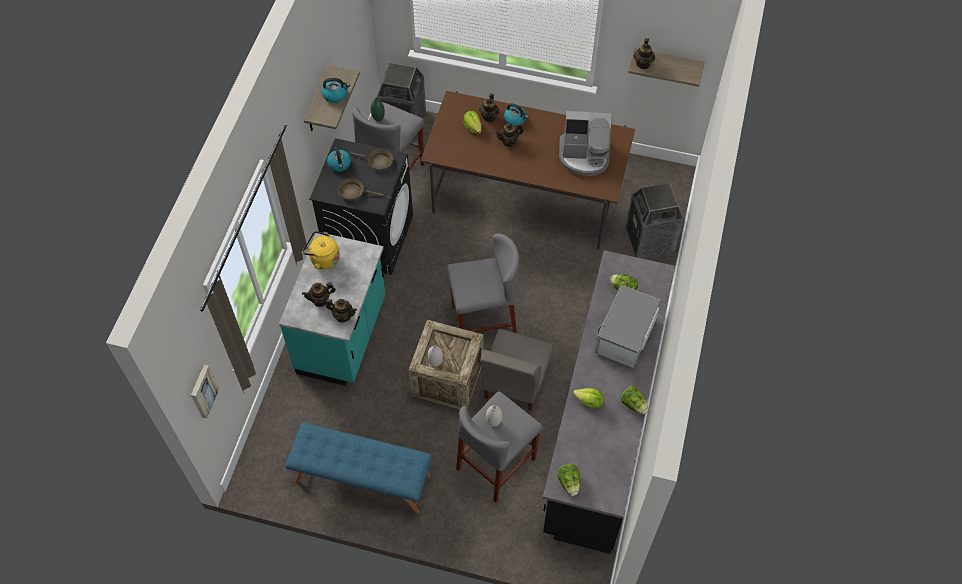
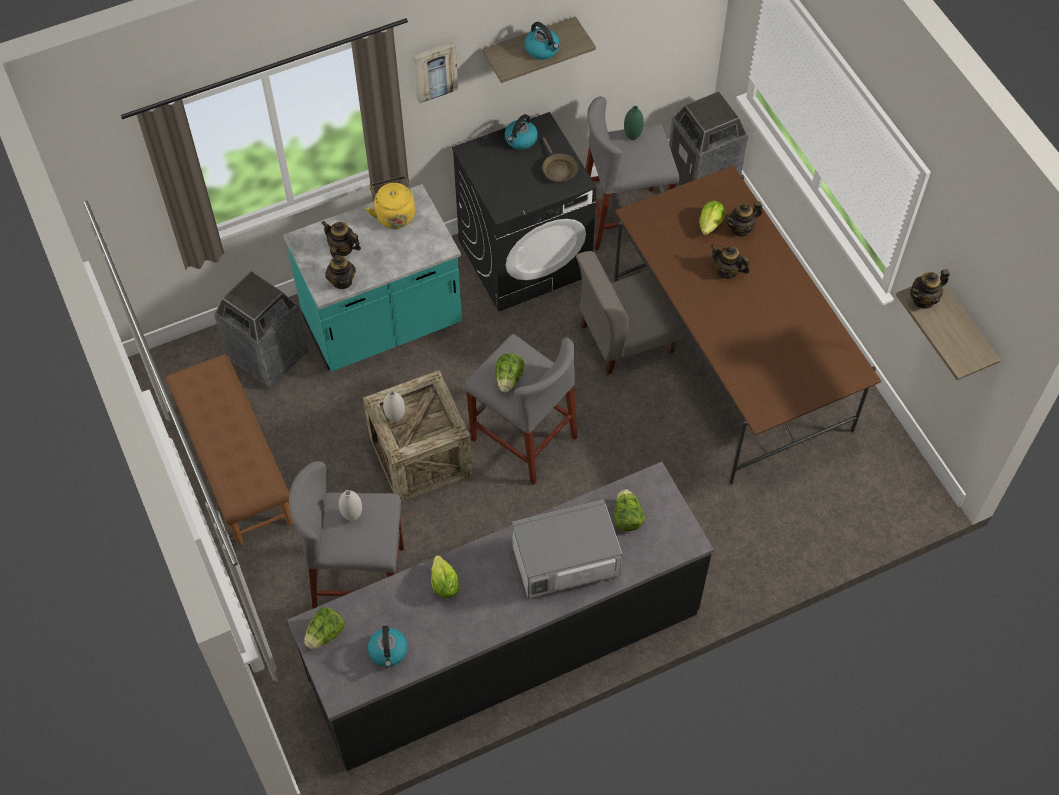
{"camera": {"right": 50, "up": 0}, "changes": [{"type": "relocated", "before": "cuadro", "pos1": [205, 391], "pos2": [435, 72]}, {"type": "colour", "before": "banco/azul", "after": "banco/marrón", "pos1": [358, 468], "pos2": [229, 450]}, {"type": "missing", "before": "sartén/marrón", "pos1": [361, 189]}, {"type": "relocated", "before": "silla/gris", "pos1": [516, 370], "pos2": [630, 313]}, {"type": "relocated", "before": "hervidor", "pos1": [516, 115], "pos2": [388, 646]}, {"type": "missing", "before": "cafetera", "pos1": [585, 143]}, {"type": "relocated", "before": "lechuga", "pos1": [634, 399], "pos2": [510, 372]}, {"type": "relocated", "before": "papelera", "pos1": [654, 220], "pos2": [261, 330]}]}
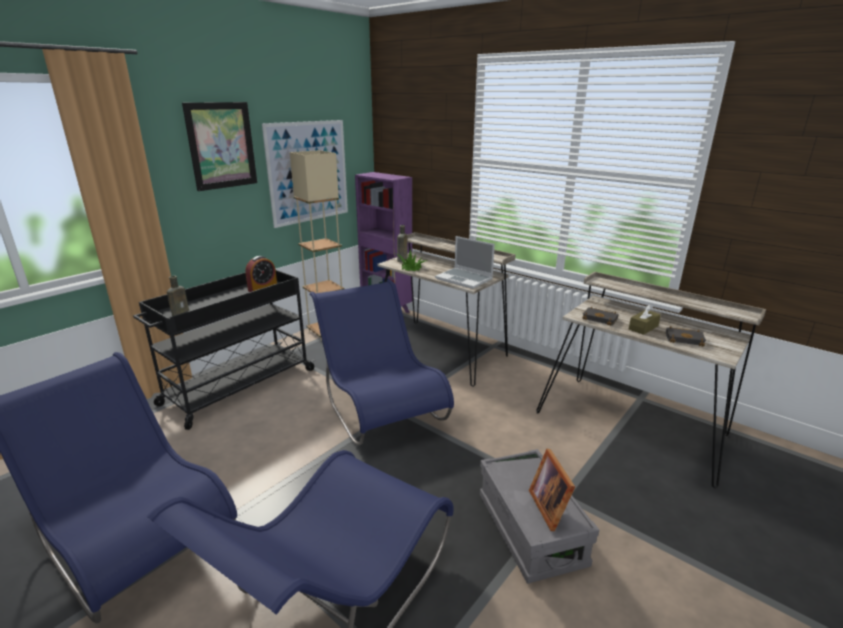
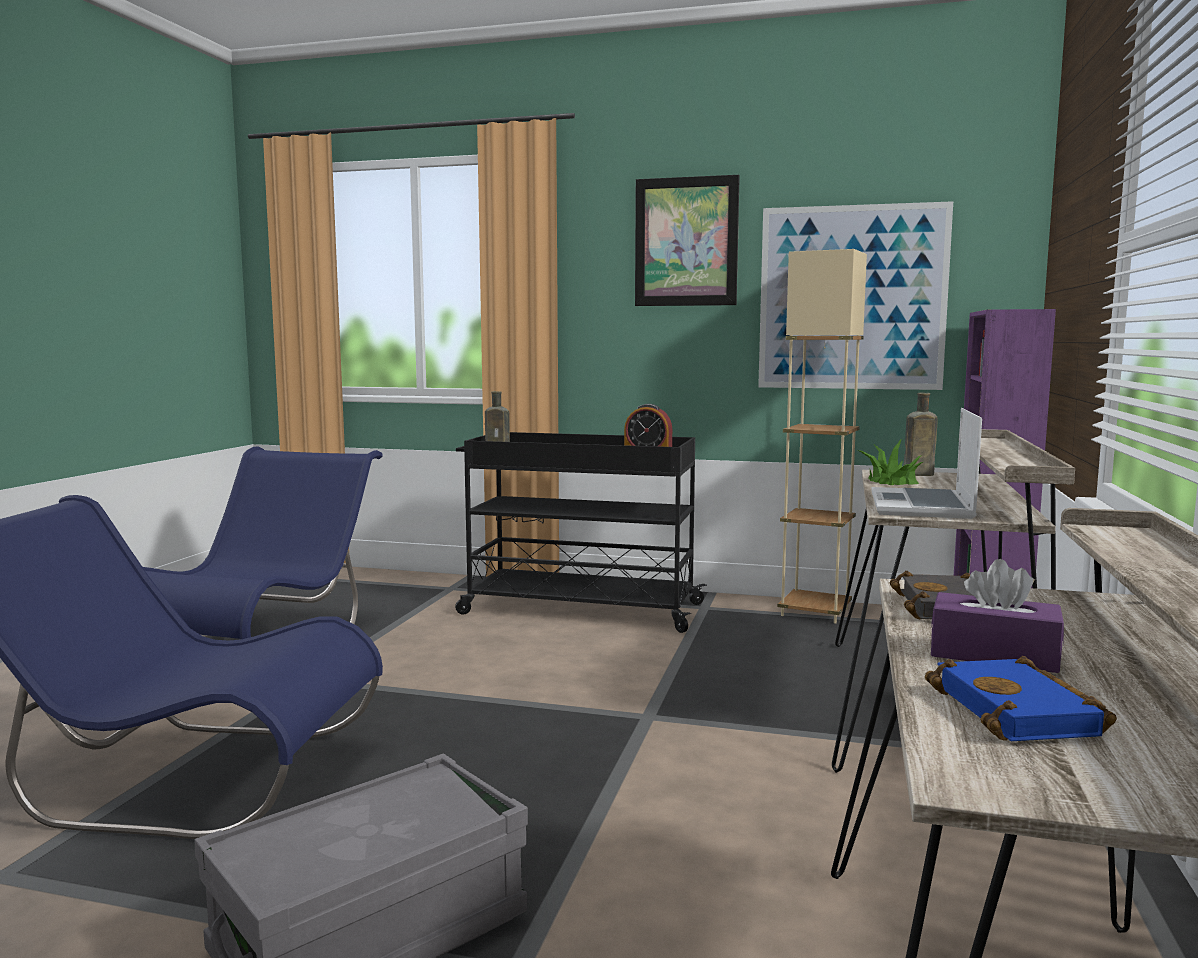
{"camera": {"right": 65, "up": -15}, "changes": [{"type": "missing", "before": "silla/azul", "pos1": [382, 362]}, {"type": "missing", "before": "portarretratos", "pos1": [552, 490]}, {"type": "colour", "before": "caja de pañuelos/marrón", "after": "caja de pañuelos/morado", "pos1": [645, 319], "pos2": [997, 616]}, {"type": "colour", "before": "libro/negro", "after": "libro/azul", "pos1": [686, 336], "pos2": [1021, 698]}]}
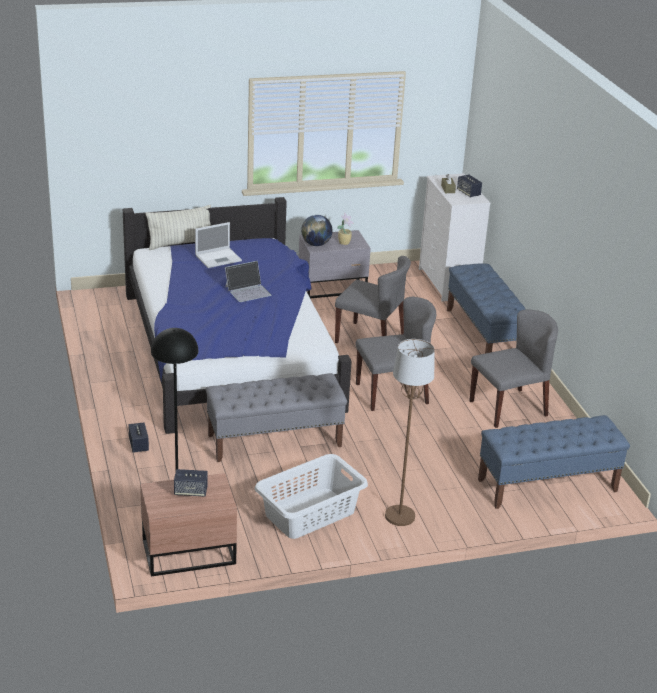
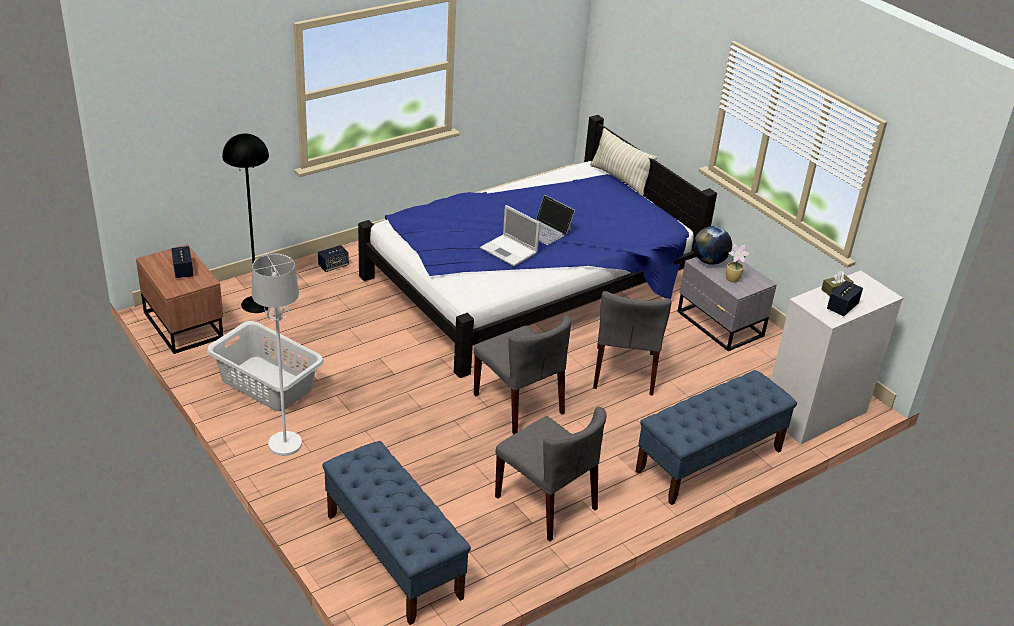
{"camera": {"right": 70, "up": 5}, "changes": [{"type": "relocated", "before": "portátil", "pos1": [218, 245], "pos2": [510, 235]}, {"type": "missing", "before": "banco/gris", "pos1": [276, 417]}, {"type": "colour", "before": "lámpara de pie/marrón", "after": "lámpara de pie/blanco", "pos1": [410, 432], "pos2": [277, 355]}]}
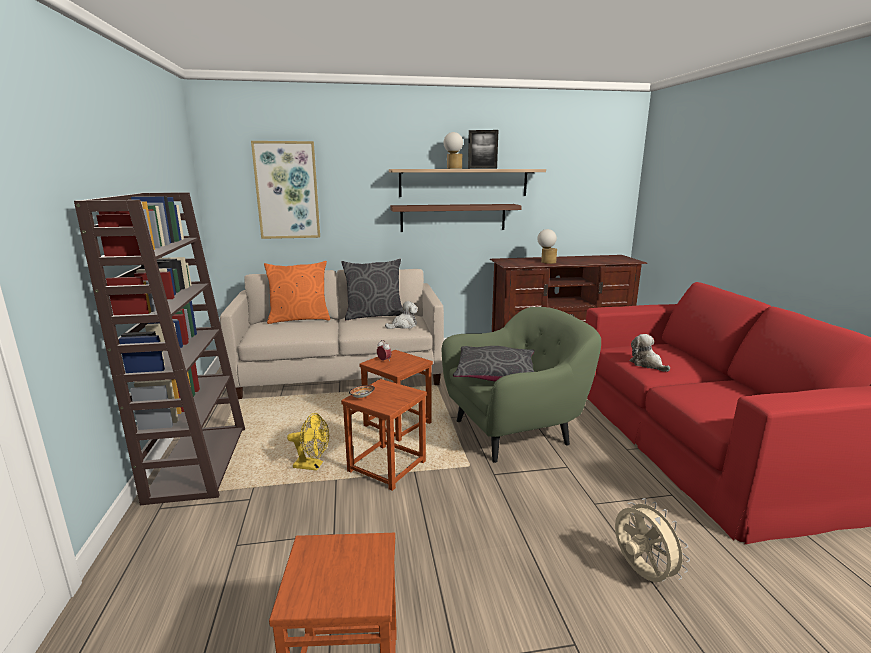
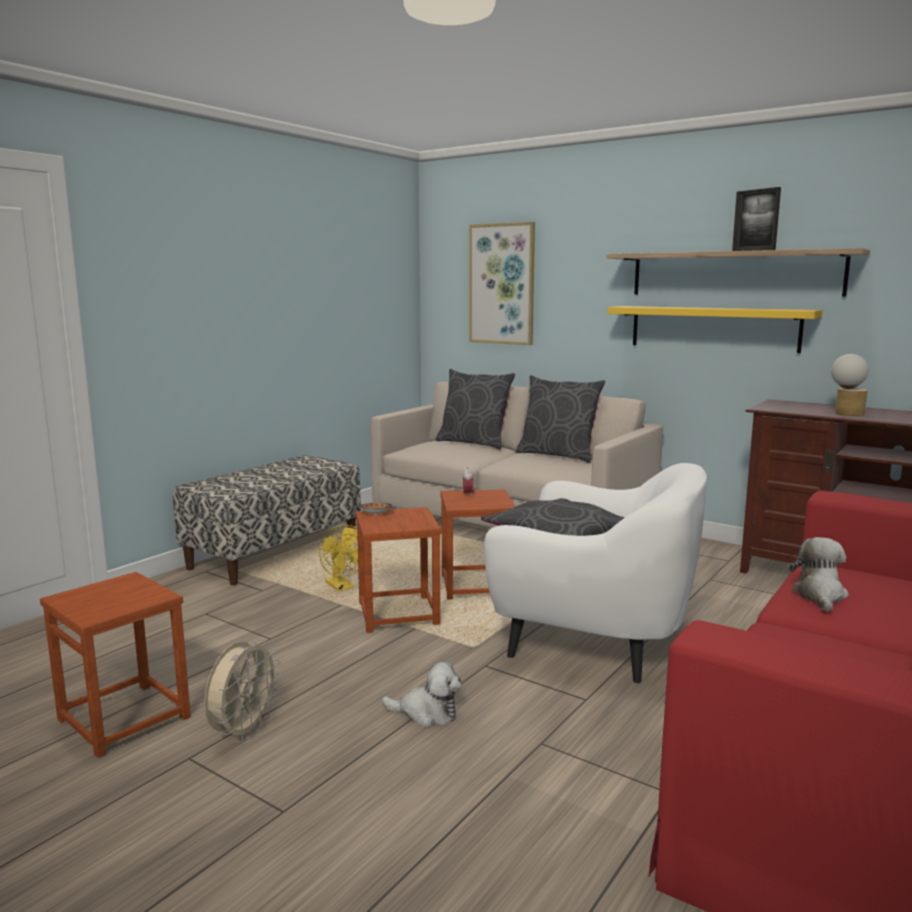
{"camera": {"right": 45, "up": -5}, "changes": [{"type": "exchanged", "before": "estantería/marrón", "after": "banco", "pos1": [159, 348], "pos2": [267, 520]}, {"type": "colour", "before": "cojín/naranja", "after": "cojín/gris", "pos1": [297, 292], "pos2": [475, 409]}, {"type": "relocated", "before": "peluche", "pos1": [401, 315], "pos2": [421, 694]}, {"type": "colour", "before": "estante/marrón", "after": "estante/amarillo", "pos1": [456, 218], "pos2": [715, 329]}, {"type": "colour", "before": "sillón/verde", "after": "sillón/blanco", "pos1": [521, 385], "pos2": [595, 573]}, {"type": "missing", "before": "lámpara de mesa", "pos1": [453, 150]}, {"type": "relocated", "before": "ventilador/beis", "pos1": [652, 540], "pos2": [242, 690]}]}
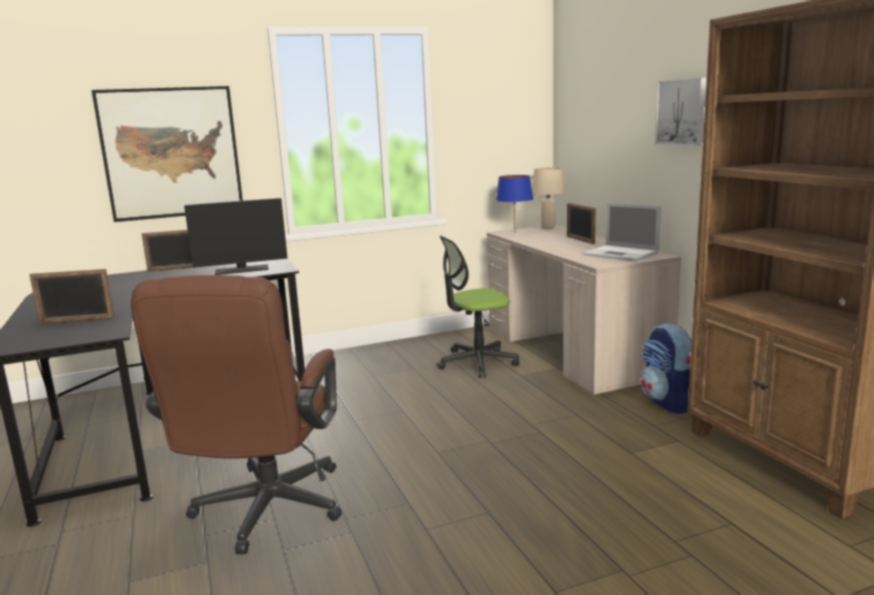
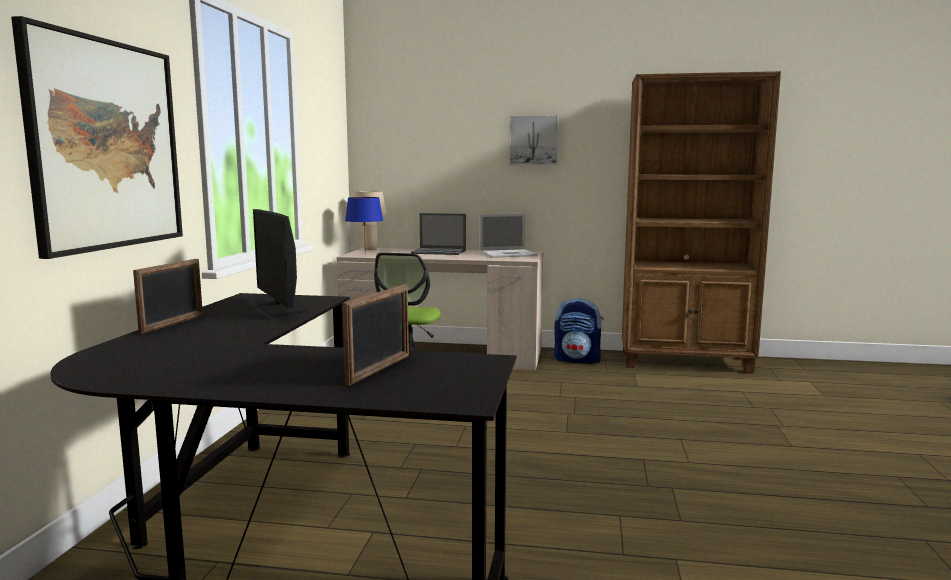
{"camera": {"right": -60, "up": -5}, "changes": [{"type": "missing", "before": "silla de oficina/marrón", "pos1": [236, 414]}, {"type": "spun", "before": "monitor", "pos1": [236, 236], "pos2": [279, 262], "turn": 135}, {"type": "exchanged", "before": "portarretratos", "after": "portátil", "pos1": [581, 223], "pos2": [438, 234]}]}
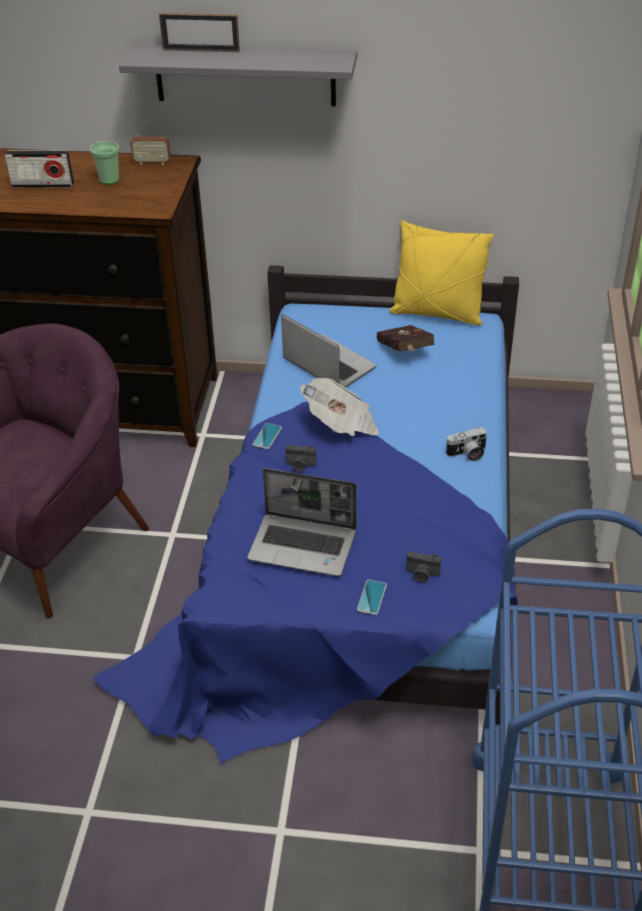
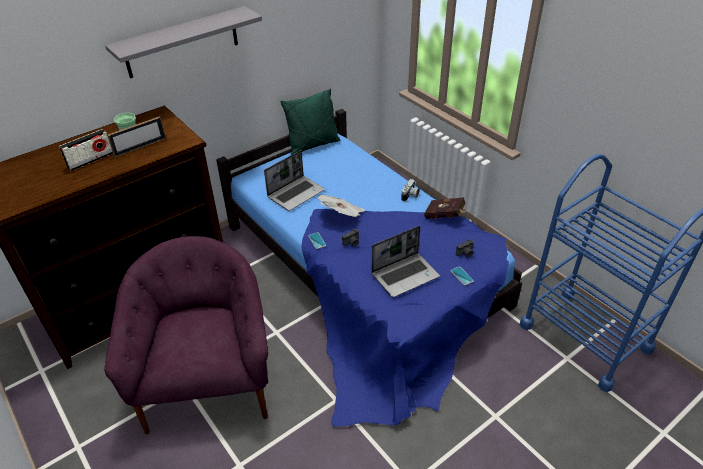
{"camera": {"right": -45, "up": 0}, "changes": [{"type": "missing", "before": "radio", "pos1": [150, 141]}, {"type": "relocated", "before": "portarretratos", "pos1": [199, 32], "pos2": [136, 137]}, {"type": "spun", "before": "portátil", "pos1": [328, 351], "pos2": [294, 180], "turn": 135}, {"type": "relocated", "before": "libro/rojo", "pos1": [406, 338], "pos2": [445, 208]}, {"type": "colour", "before": "cojín/amarillo", "after": "cojín/verde", "pos1": [441, 272], "pos2": [310, 122]}]}
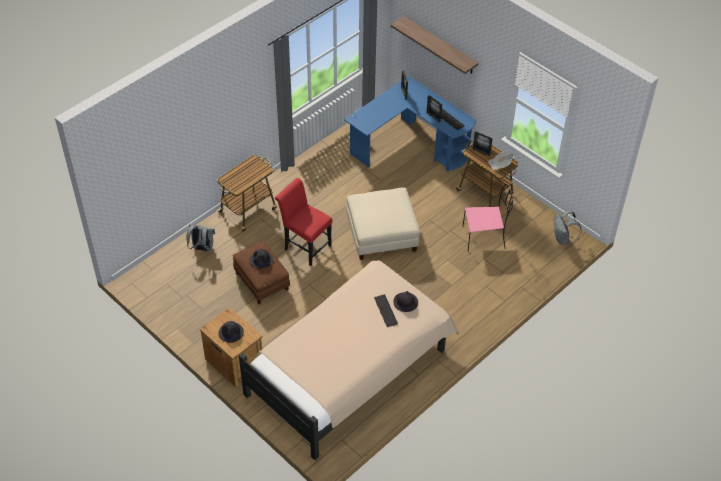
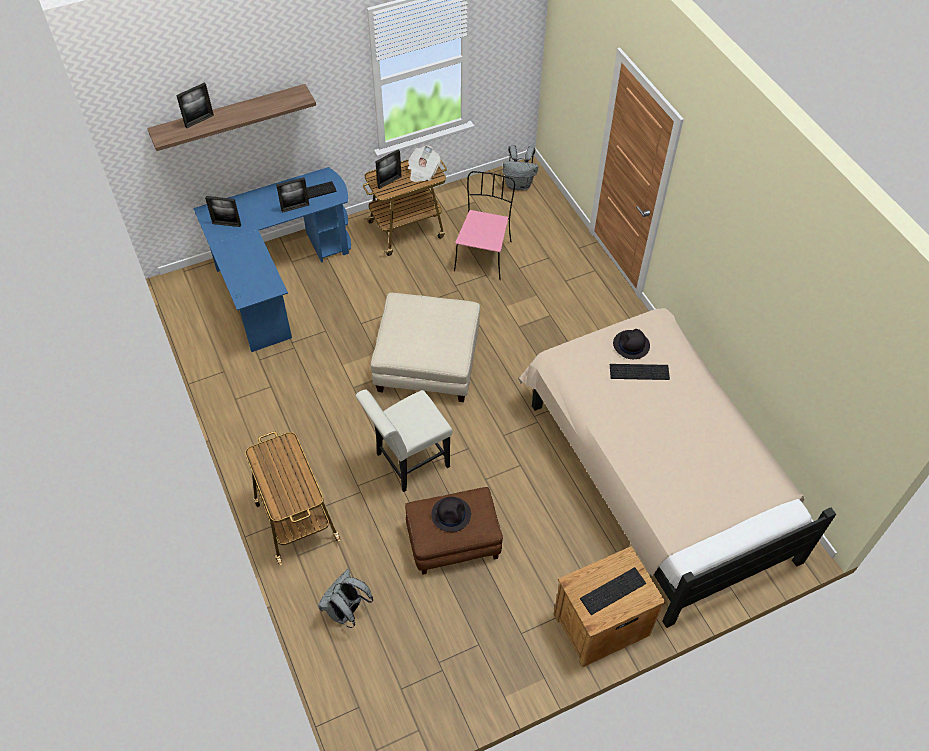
{"camera": {"right": -70, "up": 5}, "changes": [{"type": "exchanged", "before": "sombrero/negro", "after": "teclado", "pos1": [231, 332], "pos2": [613, 591]}, {"type": "colour", "before": "silla/rojo", "after": "silla/blanco", "pos1": [303, 222], "pos2": [404, 441]}, {"type": "appeared", "after": "portarretratos", "pos2": [195, 105]}]}
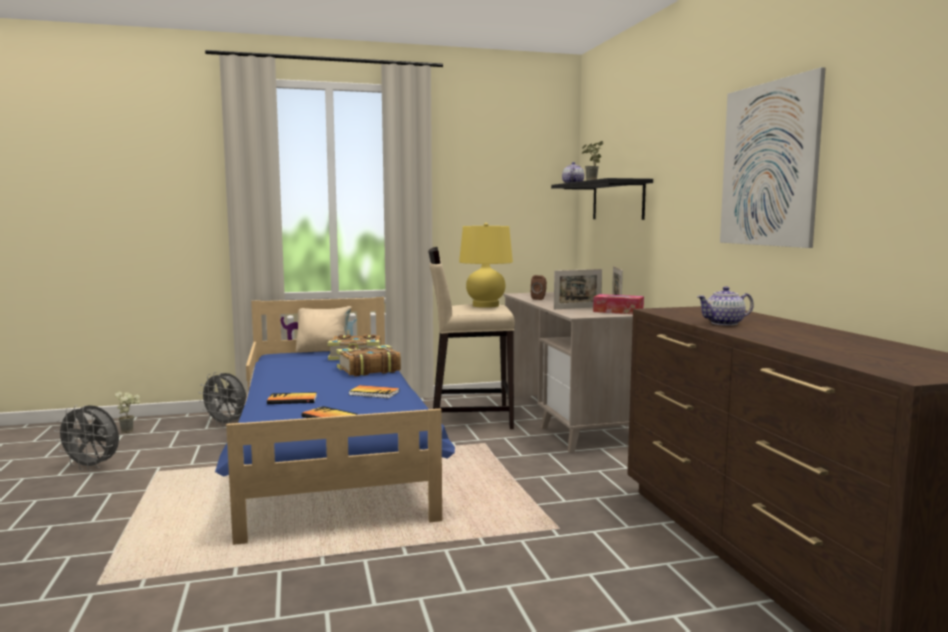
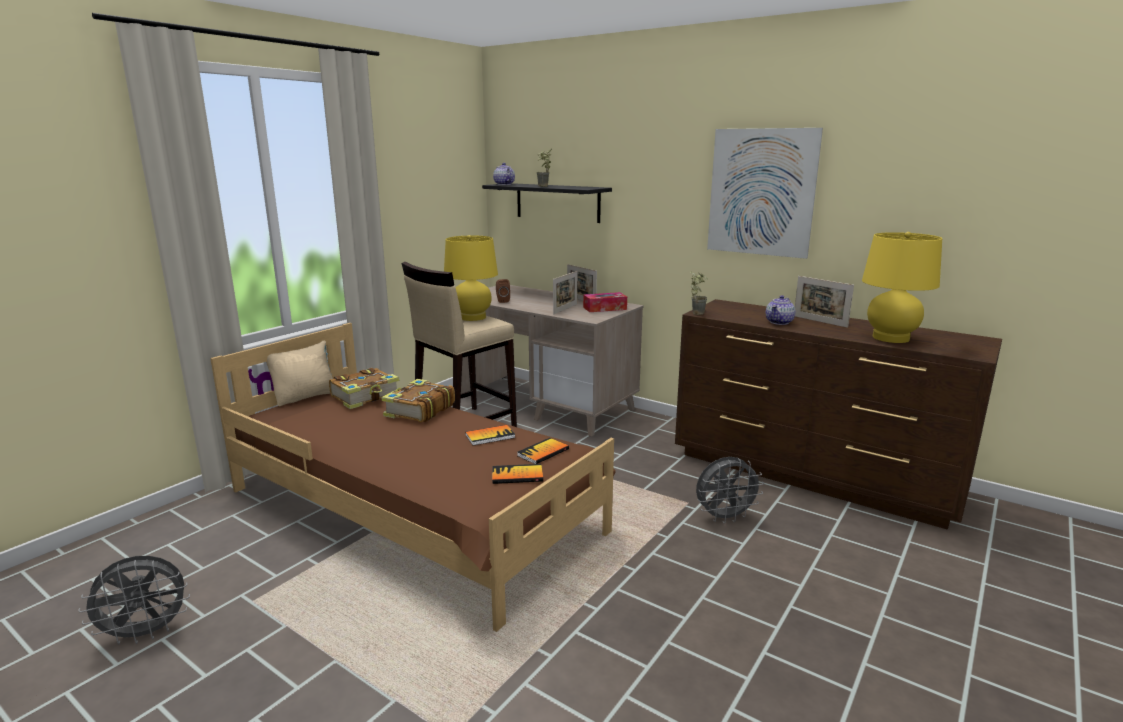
{"camera": {"right": -40, "up": 10}, "changes": [{"type": "relocated", "before": "planta en maceta", "pos1": [127, 412], "pos2": [699, 293]}, {"type": "relocated", "before": "ventilador/gris", "pos1": [223, 399], "pos2": [730, 490]}, {"type": "colour", "before": "cama/azul", "after": "cama/marrón", "pos1": [335, 421], "pos2": [413, 477]}, {"type": "relocated", "before": "libro", "pos1": [292, 398], "pos2": [543, 451]}, {"type": "appeared", "after": "portarretratos", "pos2": [824, 302]}, {"type": "appeared", "after": "lámpara de mesa/amarillo", "pos2": [902, 287]}]}
